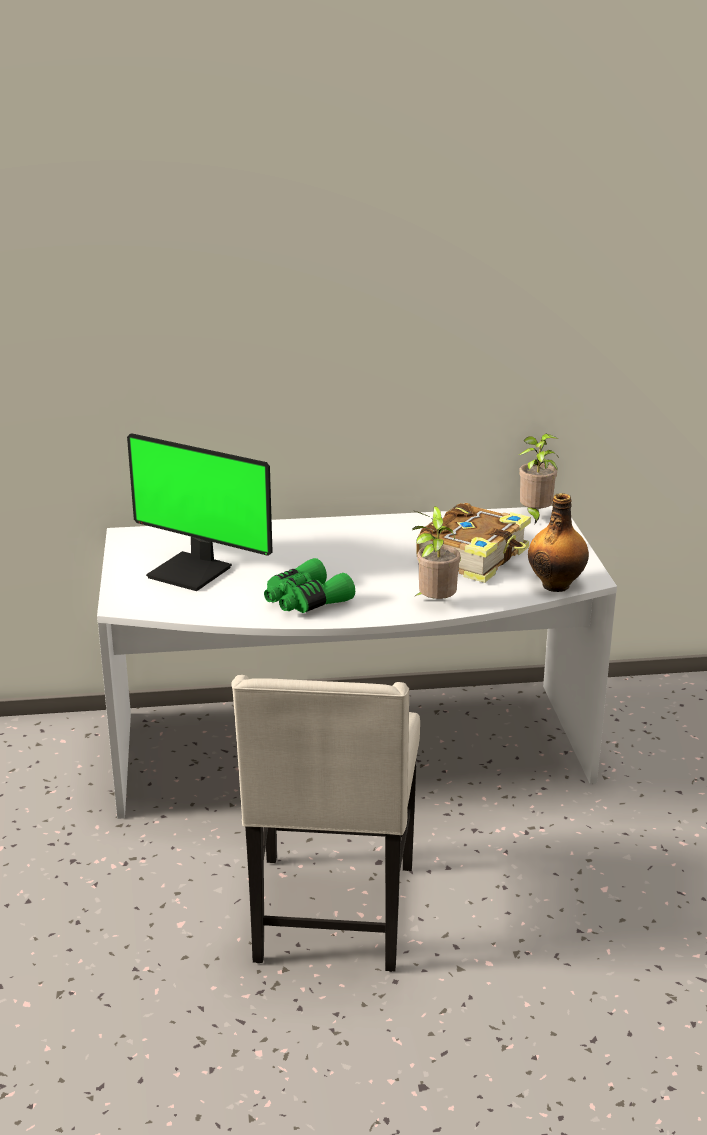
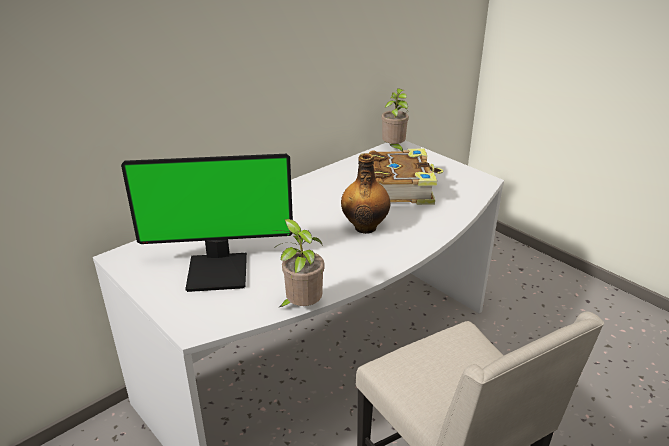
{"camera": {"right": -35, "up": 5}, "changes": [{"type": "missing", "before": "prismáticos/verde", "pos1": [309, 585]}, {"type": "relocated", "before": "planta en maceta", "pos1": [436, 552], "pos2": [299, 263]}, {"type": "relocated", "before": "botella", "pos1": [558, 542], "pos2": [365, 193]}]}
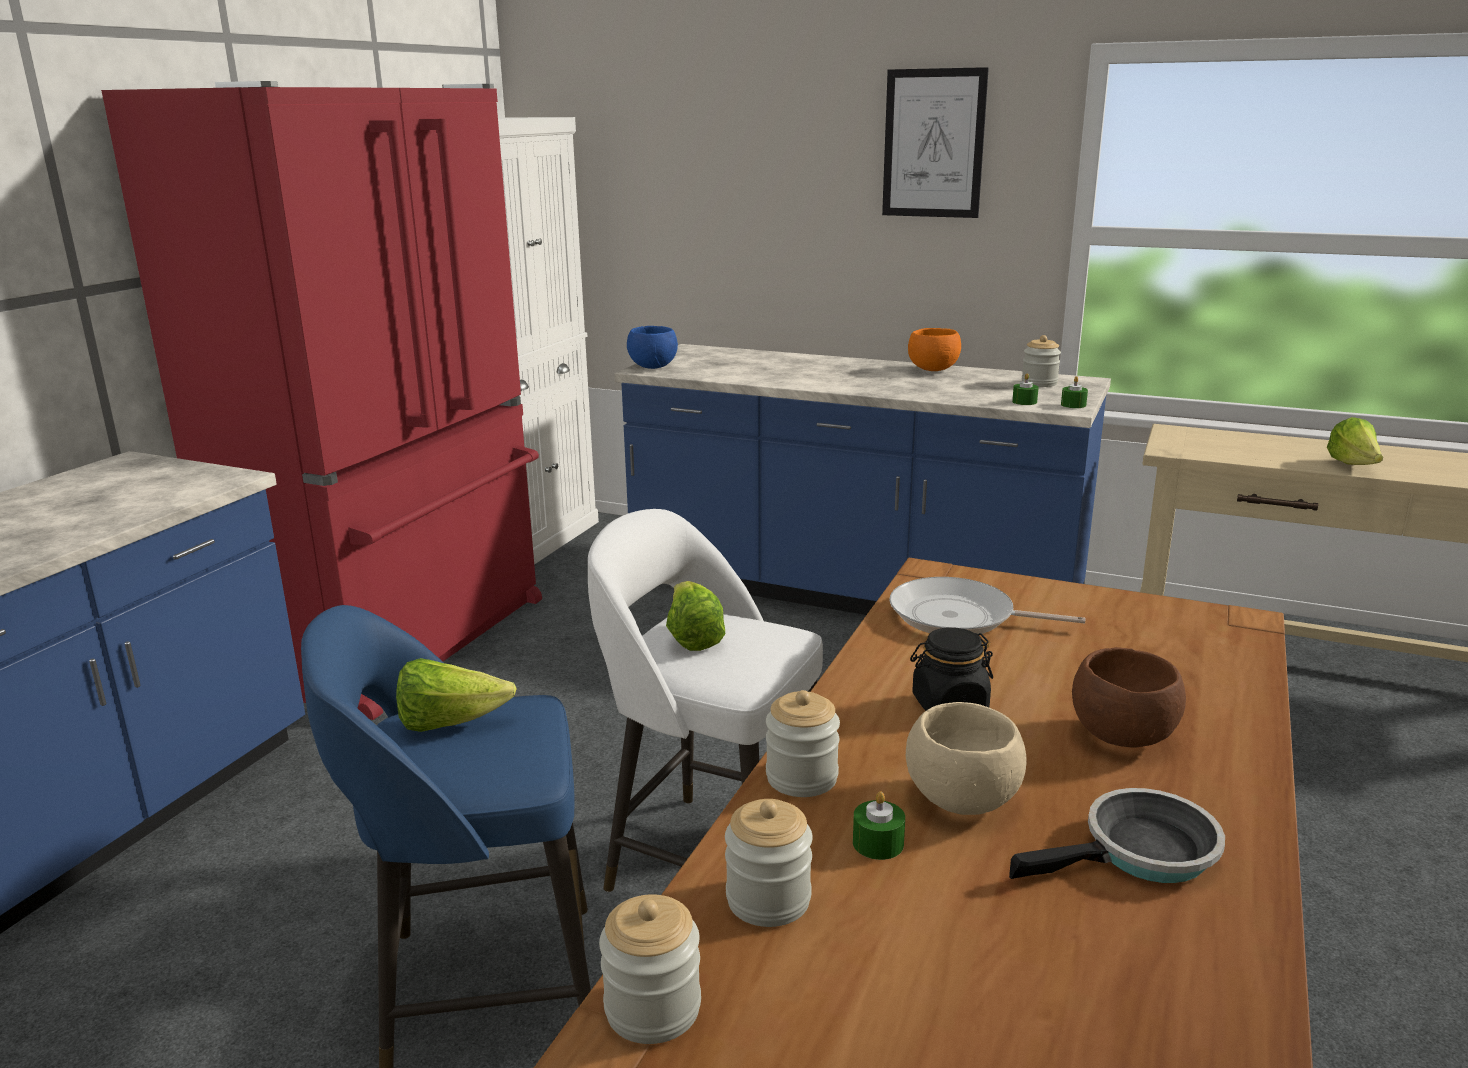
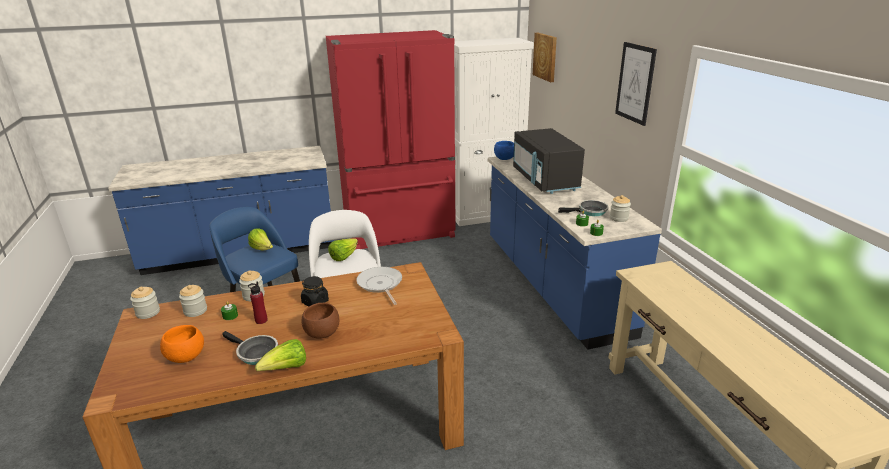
{"camera": {"right": 50, "up": 5}, "changes": [{"type": "exchanged", "before": "cuenco/beis", "after": "botella/rojo", "pos1": [966, 758], "pos2": [258, 302]}, {"type": "relocated", "before": "cuenco/naranja", "pos1": [934, 349], "pos2": [182, 344]}, {"type": "relocated", "before": "lechuga", "pos1": [1355, 441], "pos2": [280, 355]}, {"type": "appeared", "after": "microondas/negro", "pos2": [549, 161]}, {"type": "appeared", "after": "cuadro", "pos2": [545, 57]}, {"type": "appeared", "after": "sartén", "pos2": [583, 208]}]}
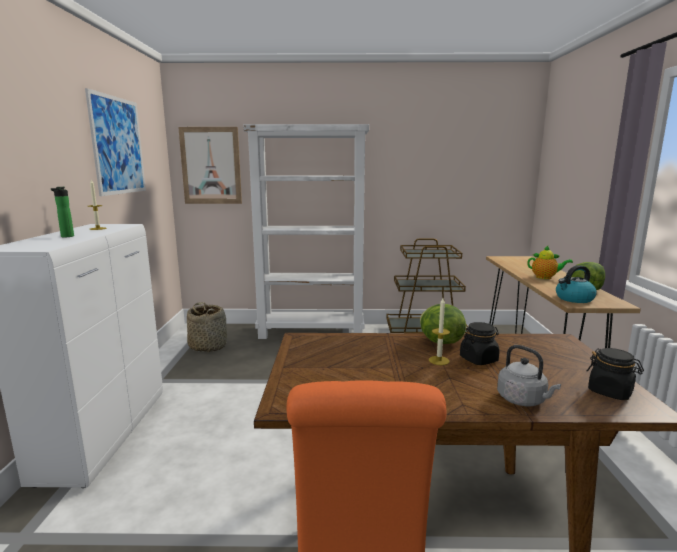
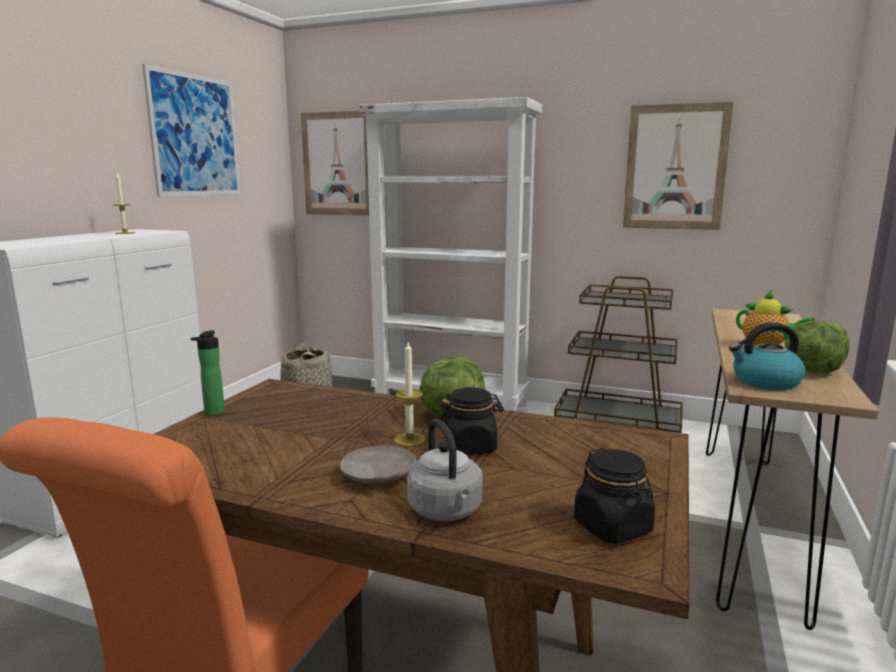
{"camera": {"right": 20, "up": 0}, "changes": [{"type": "relocated", "before": "botella", "pos1": [62, 212], "pos2": [207, 373]}, {"type": "appeared", "after": "plato/beis", "pos2": [378, 465]}, {"type": "appeared", "after": "cuadro", "pos2": [678, 166]}]}
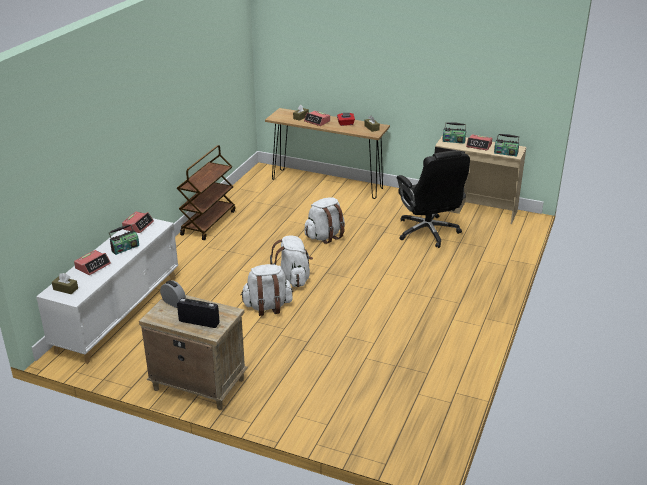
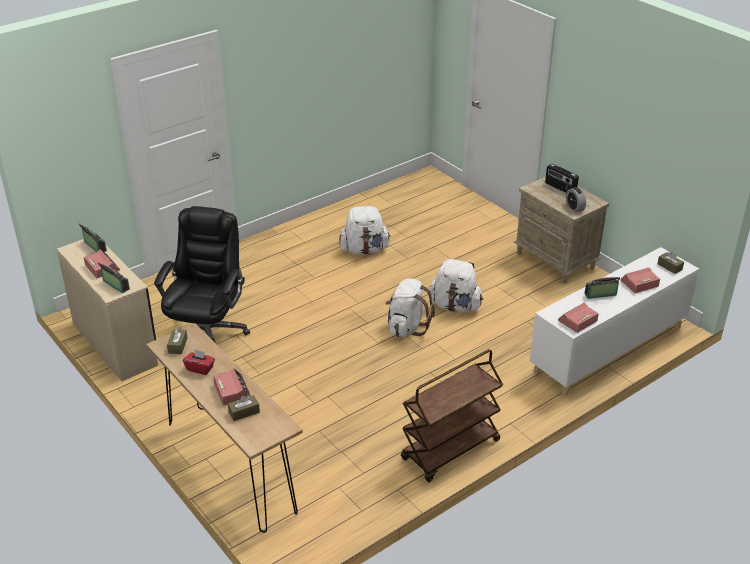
{"camera": {"right": -150, "up": 5}, "changes": [{"type": "relocated", "before": "mochila/blanco", "pos1": [324, 220], "pos2": [365, 230]}]}
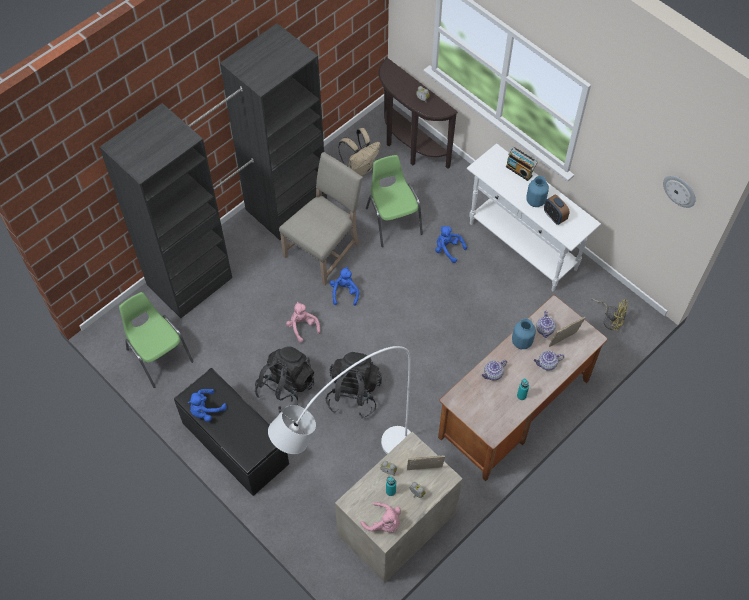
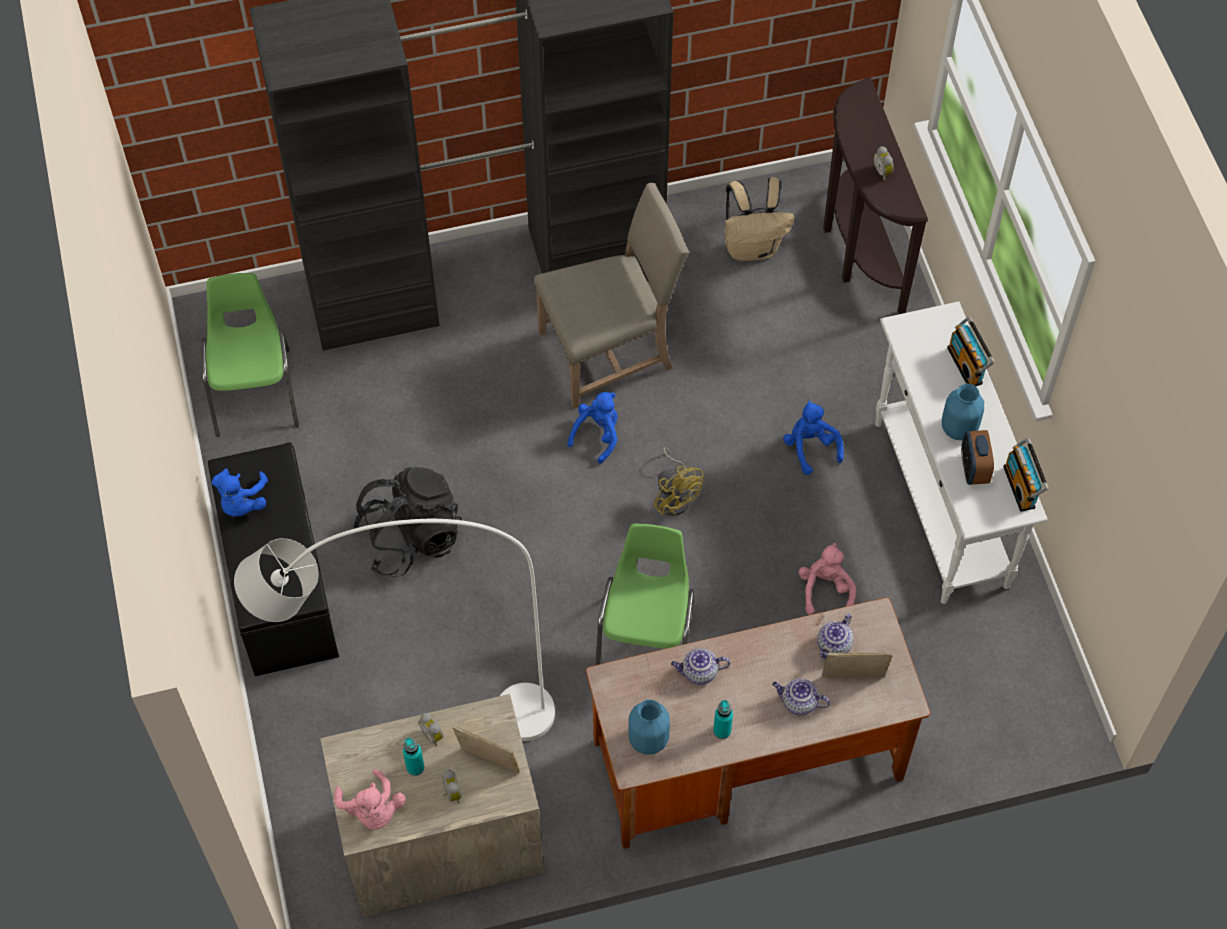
{"camera": {"right": 30, "up": 0}, "changes": [{"type": "spun", "before": "peluche/azul", "pos1": [207, 405], "pos2": [240, 492], "turn": -75}, {"type": "relocated", "before": "peluche/rosa", "pos1": [303, 322], "pos2": [827, 578]}, {"type": "missing", "before": "mochila/negro", "pos1": [353, 385]}, {"type": "relocated", "before": "silla/verde", "pos1": [394, 201], "pos2": [644, 594]}, {"type": "relocated", "before": "florero/azul", "pos1": [524, 334], "pos2": [649, 727]}, {"type": "relocated", "before": "ventilador/amarillo", "pos1": [609, 314], "pos2": [679, 481]}, {"type": "missing", "before": "reloj de pared", "pos1": [679, 192]}, {"type": "appeared", "after": "radio", "pos2": [1025, 475]}]}
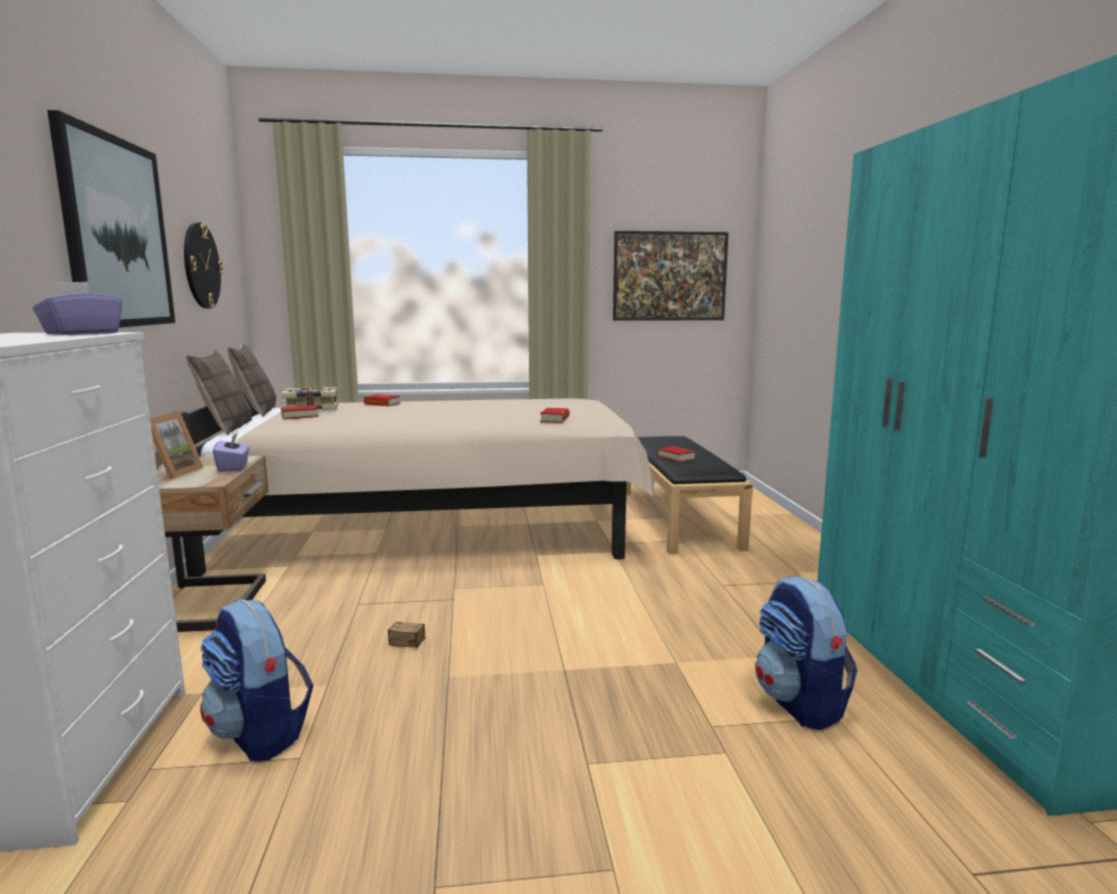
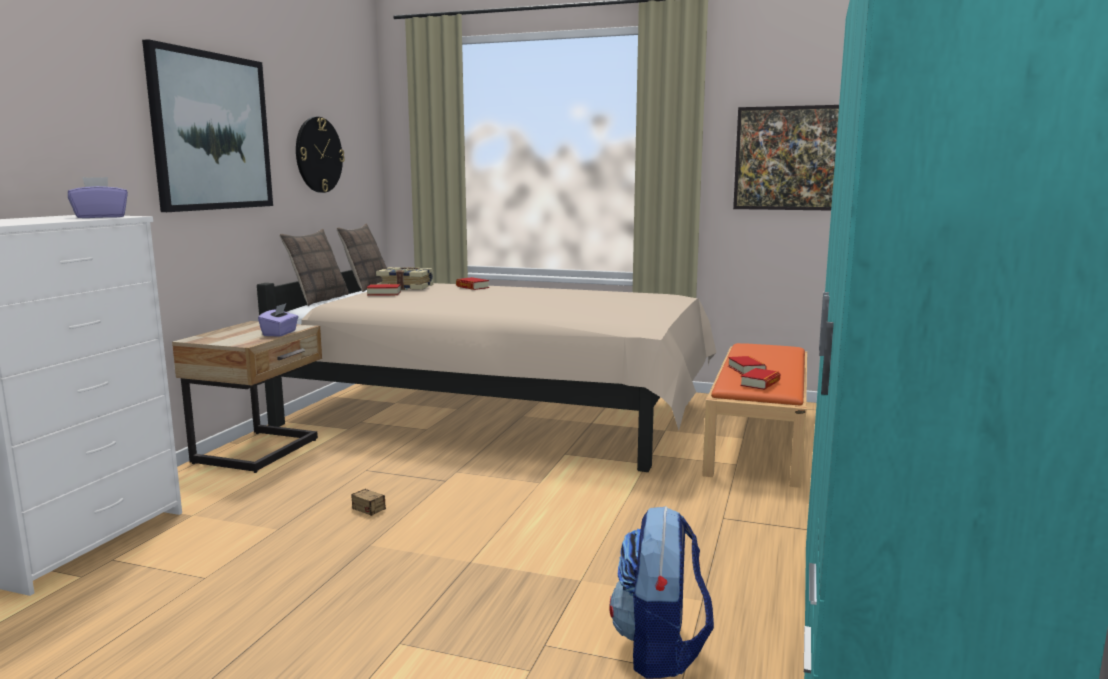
{"camera": {"right": 25, "up": 0}, "changes": [{"type": "missing", "before": "portarretratos", "pos1": [177, 445]}, {"type": "missing", "before": "mochila", "pos1": [256, 680]}, {"type": "relocated", "before": "libro", "pos1": [554, 415], "pos2": [760, 379]}, {"type": "colour", "before": "banco/negro", "after": "banco/naranja", "pos1": [689, 495], "pos2": [754, 415]}]}
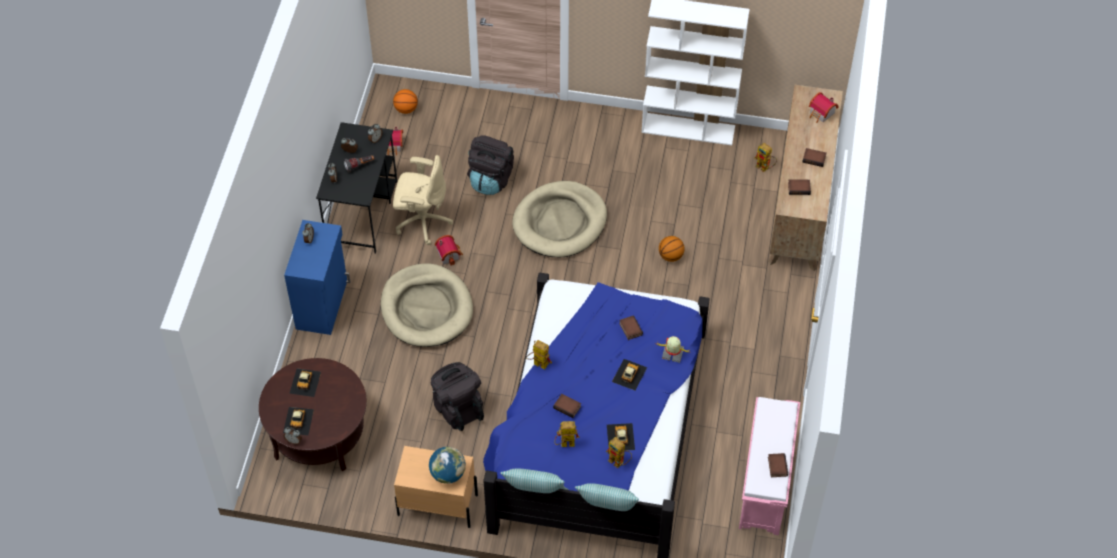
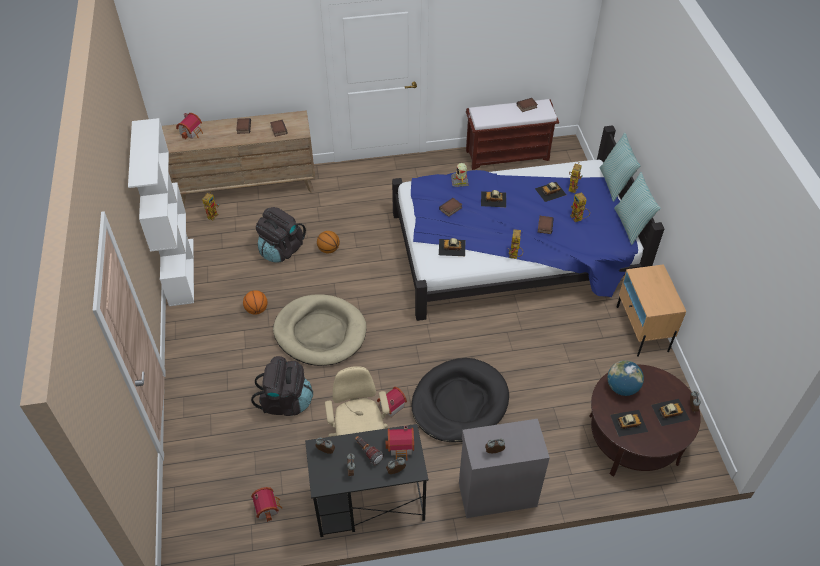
{"camera": {"right": -110, "up": -5}, "changes": [{"type": "colour", "before": "armario/azul", "after": "armario/gris", "pos1": [317, 277], "pos2": [504, 468]}, {"type": "colour", "before": "cama para perro/beis", "after": "cama para perro/negro", "pos1": [427, 305], "pos2": [460, 400]}, {"type": "relocated", "before": "balón de baloncesto", "pos1": [405, 101], "pos2": [255, 302]}, {"type": "relocated", "before": "globo terráqueo", "pos1": [447, 465], "pos2": [625, 378]}, {"type": "relocated", "before": "mochila/negro", "pos1": [457, 396], "pos2": [281, 235]}, {"type": "colour", "before": "banco/rosa", "after": "banco/marrón", "pos1": [769, 466], "pos2": [512, 134]}, {"type": "appeared", "after": "casita", "pos2": [400, 443]}, {"type": "appeared", "after": "coche de juguete", "pos2": [452, 247]}]}
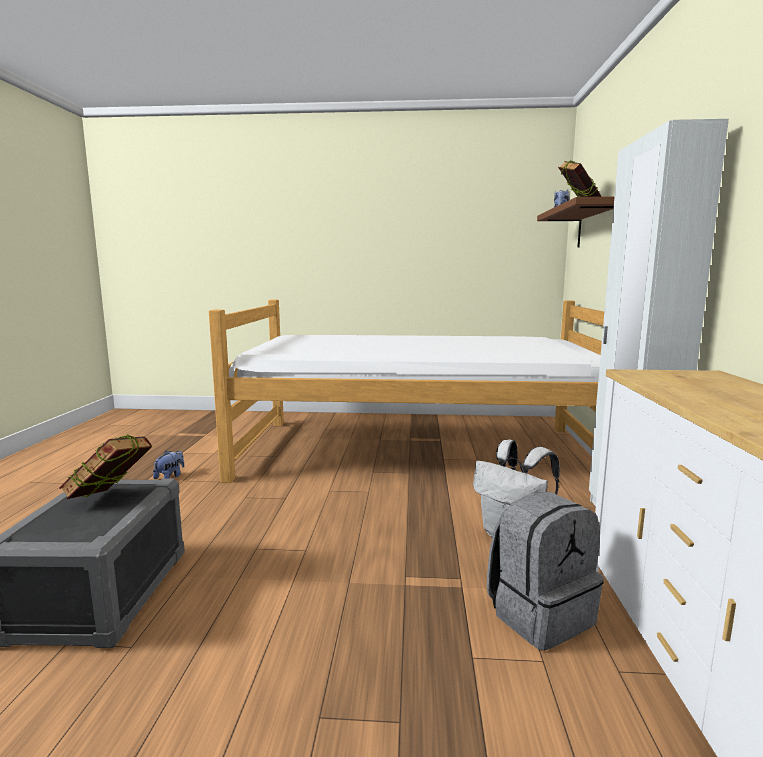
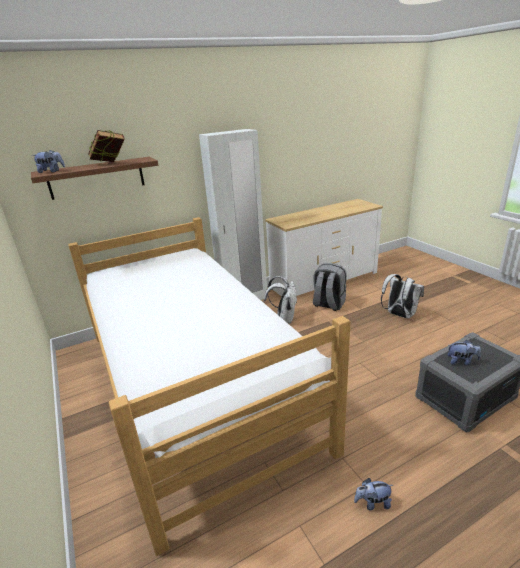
{"camera": {"right": -120, "up": 15}, "changes": [{"type": "exchanged", "before": "libro", "after": "peluche", "pos1": [105, 467], "pos2": [464, 352]}, {"type": "appeared", "after": "mochila/blanco", "pos2": [402, 296]}]}
